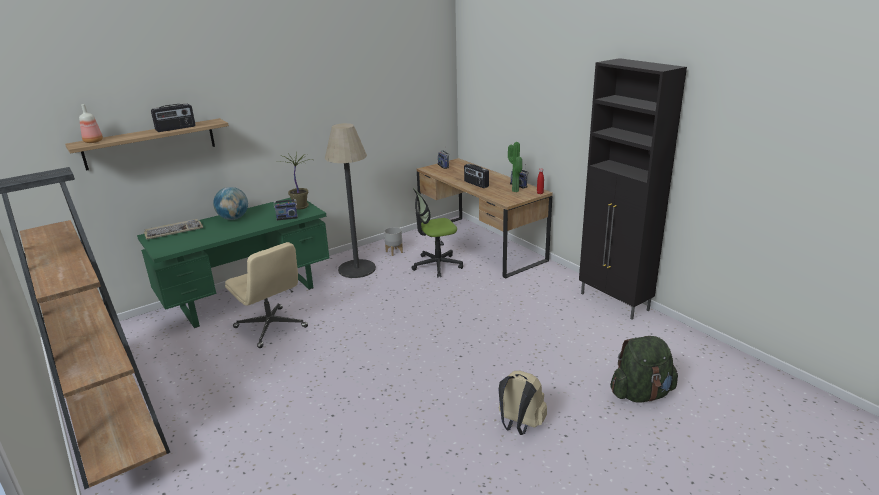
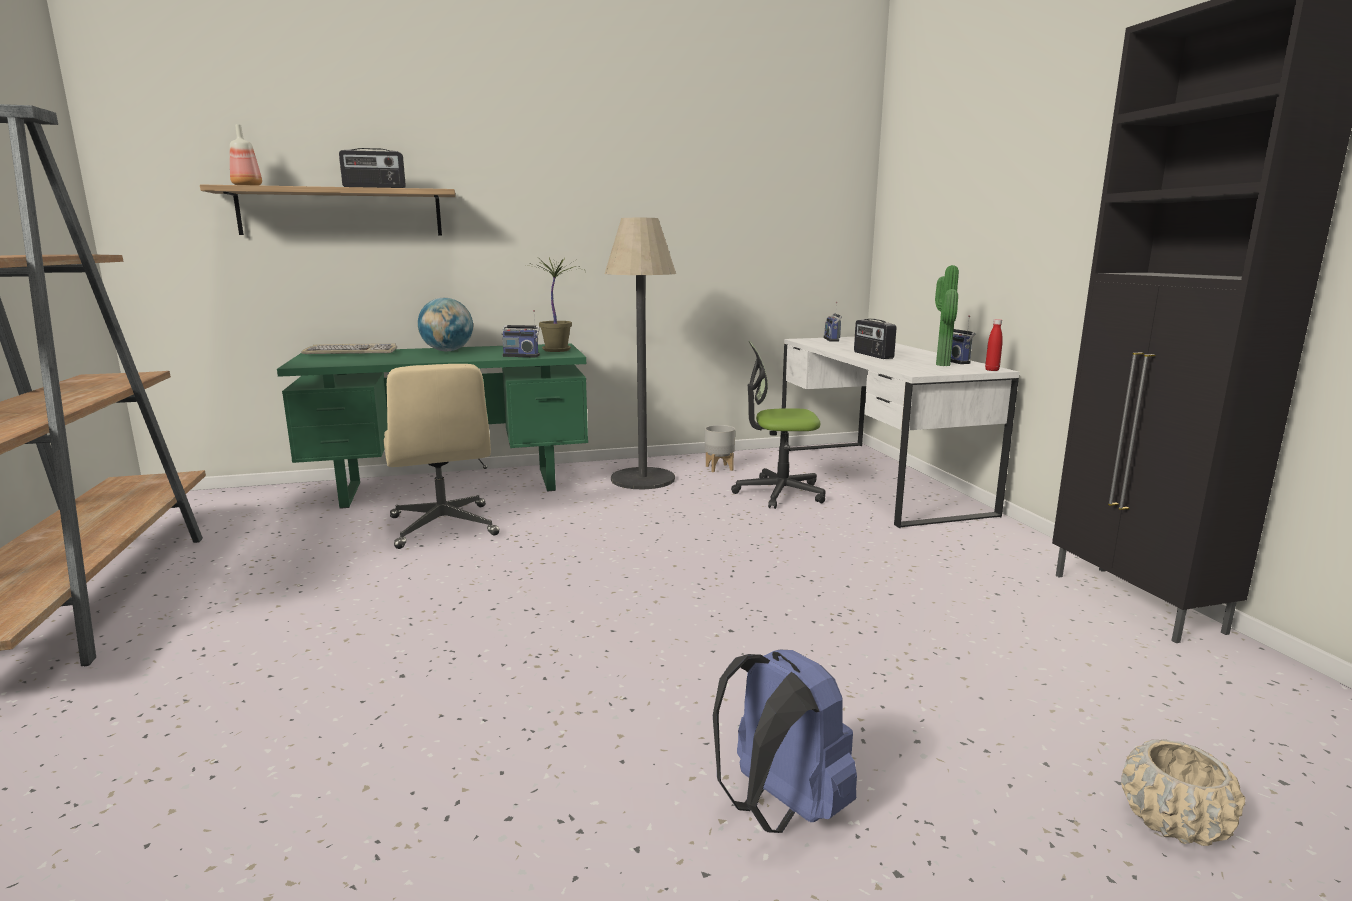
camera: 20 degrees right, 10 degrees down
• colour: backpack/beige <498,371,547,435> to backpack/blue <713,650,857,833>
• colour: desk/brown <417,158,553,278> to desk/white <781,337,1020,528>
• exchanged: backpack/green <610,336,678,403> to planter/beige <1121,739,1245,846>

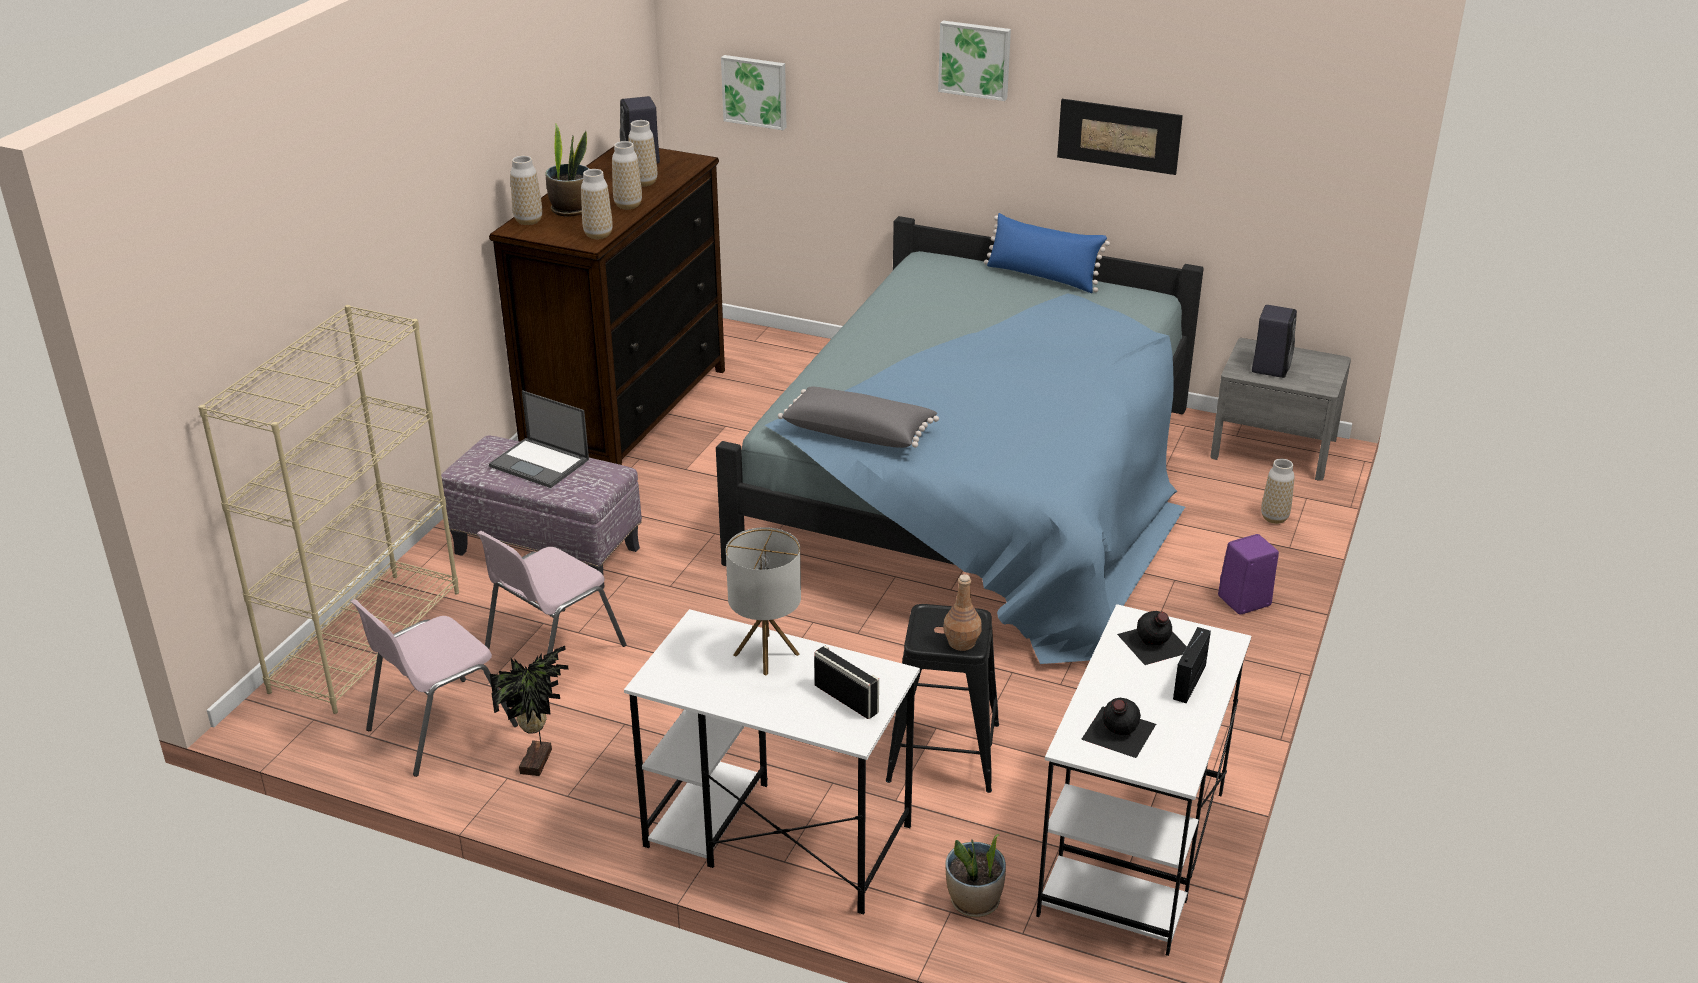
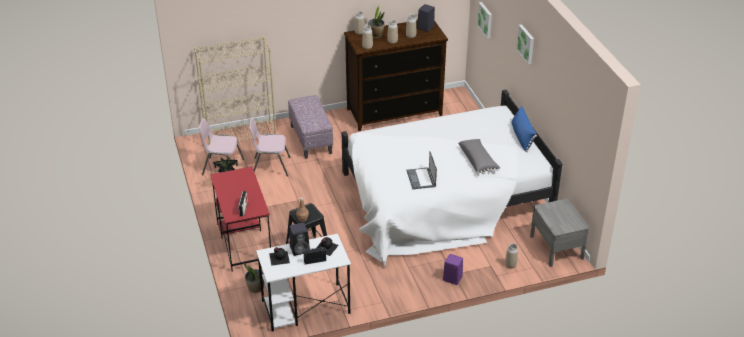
camera: 50 degrees right, 5 degrees up
• colour: desk/white <624,609,920,915> to desk/red <210,167,271,272>
• relocated: speaker/black <1252,305,1297,378> to <289,222,310,256>
• colour: bed/blue <716,216,1204,664> to bed/white <342,90,562,266>
• relocated: laptop <489,390,589,488> to <407,152,437,189>
• relocated: pillow/grey <778,387,939,448> to <458,139,500,174>
• missing: table lamp <726,527,801,676>
• missing: picture <1057,99,1183,175>

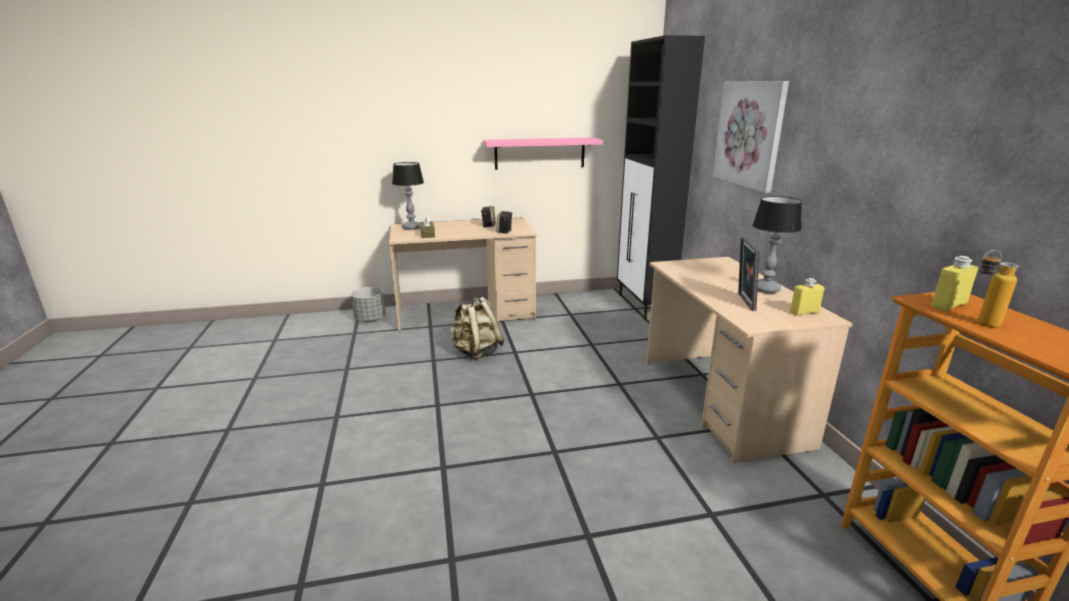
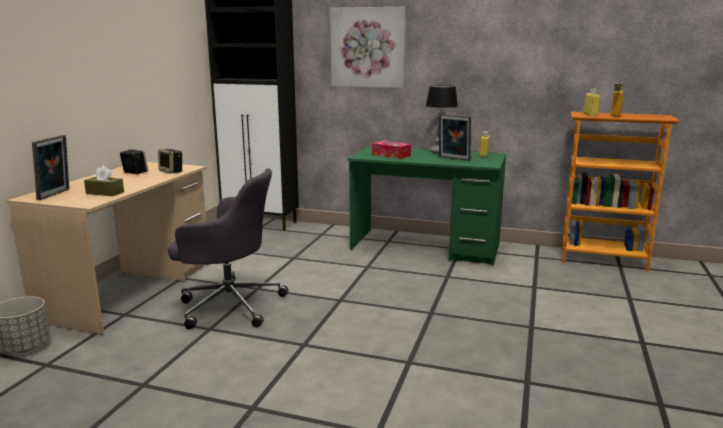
camera: 60 degrees left, 5 degrees down
• exchanged: table lamp <392,162,424,230> to picture frame <32,135,69,200>
• exchanged: backpack/beige <450,297,504,360> to office chair/grey <168,168,288,329>
• colour: desk/beige <646,257,853,463> to desk/green <348,146,506,266>
• appeared: tissue box <372,141,411,159>
• missing: shelf/pink <483,137,603,170>

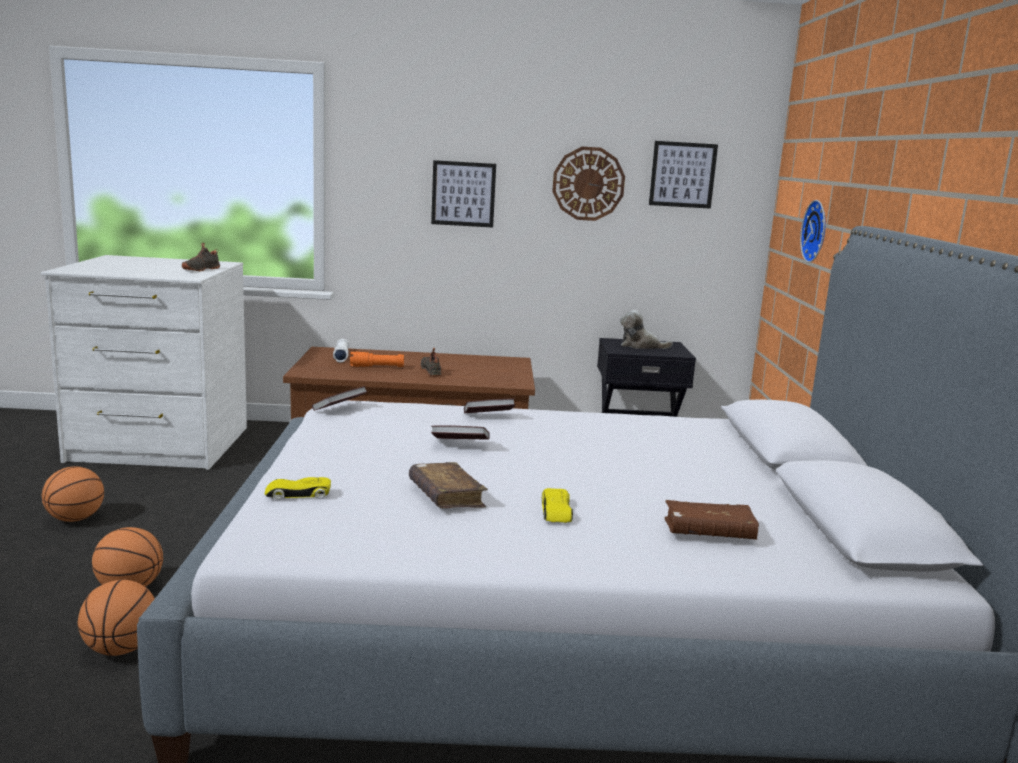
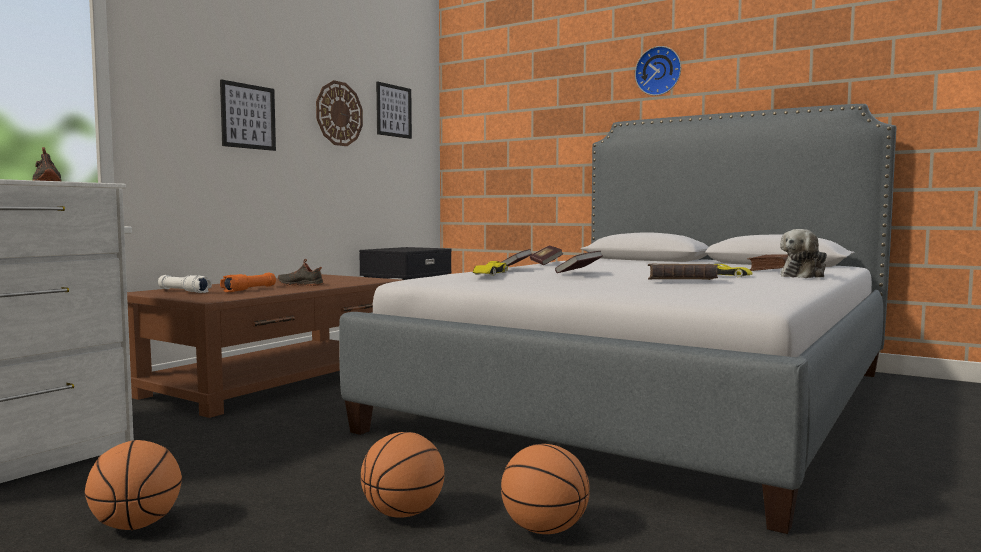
camera: 55 degrees left, 10 degrees down
• relocated: toy car/yellow <265,477,331,500> to <473,261,508,275>
• relocated: book <312,386,367,411> to <530,246,564,265>
• relocated: wall clock <800,200,826,263> to <635,46,681,96>
• relocated: plush toy <620,310,673,349> to <780,229,827,278>

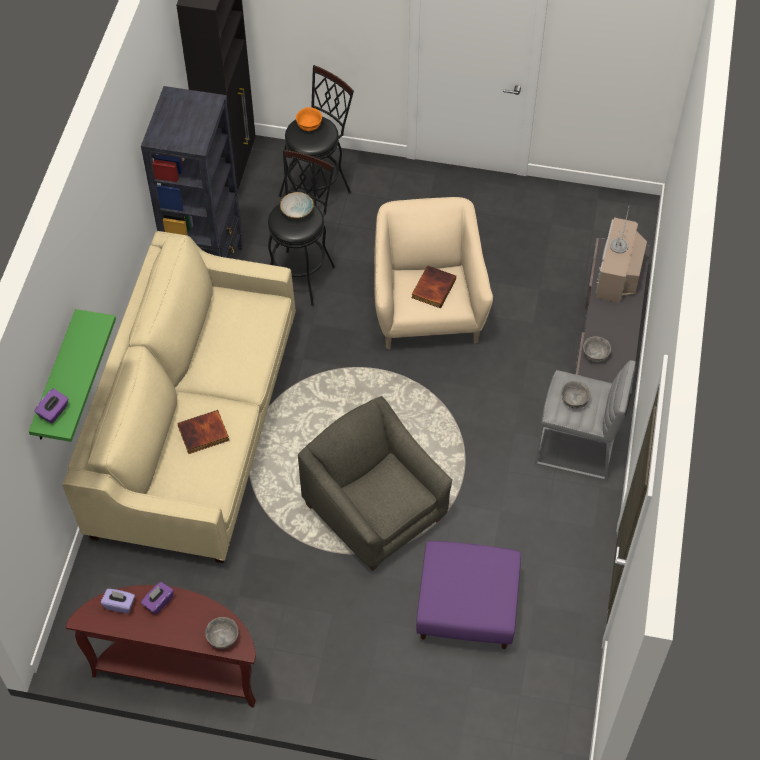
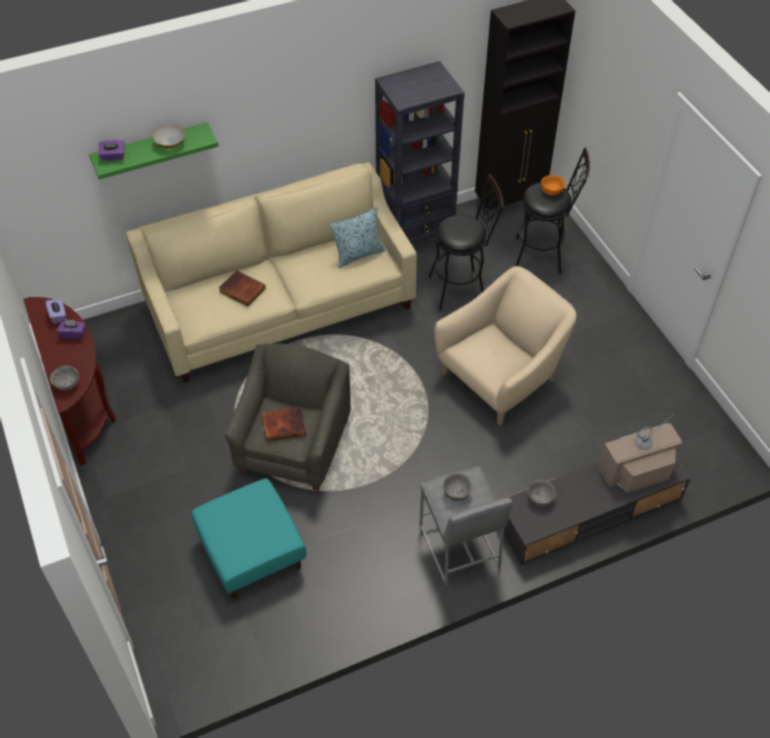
camera: 55 degrees right, 5 degrees down
• relocated: bowl <280,192,313,219> to <152,125,185,148>
• colour: ottoman/purple <416,541,521,649> to ottoman/turquoise <191,478,306,599>
• relocated: book <411,265,456,308> to <263,407,306,442>
• appeared: pillow <330,207,385,268>

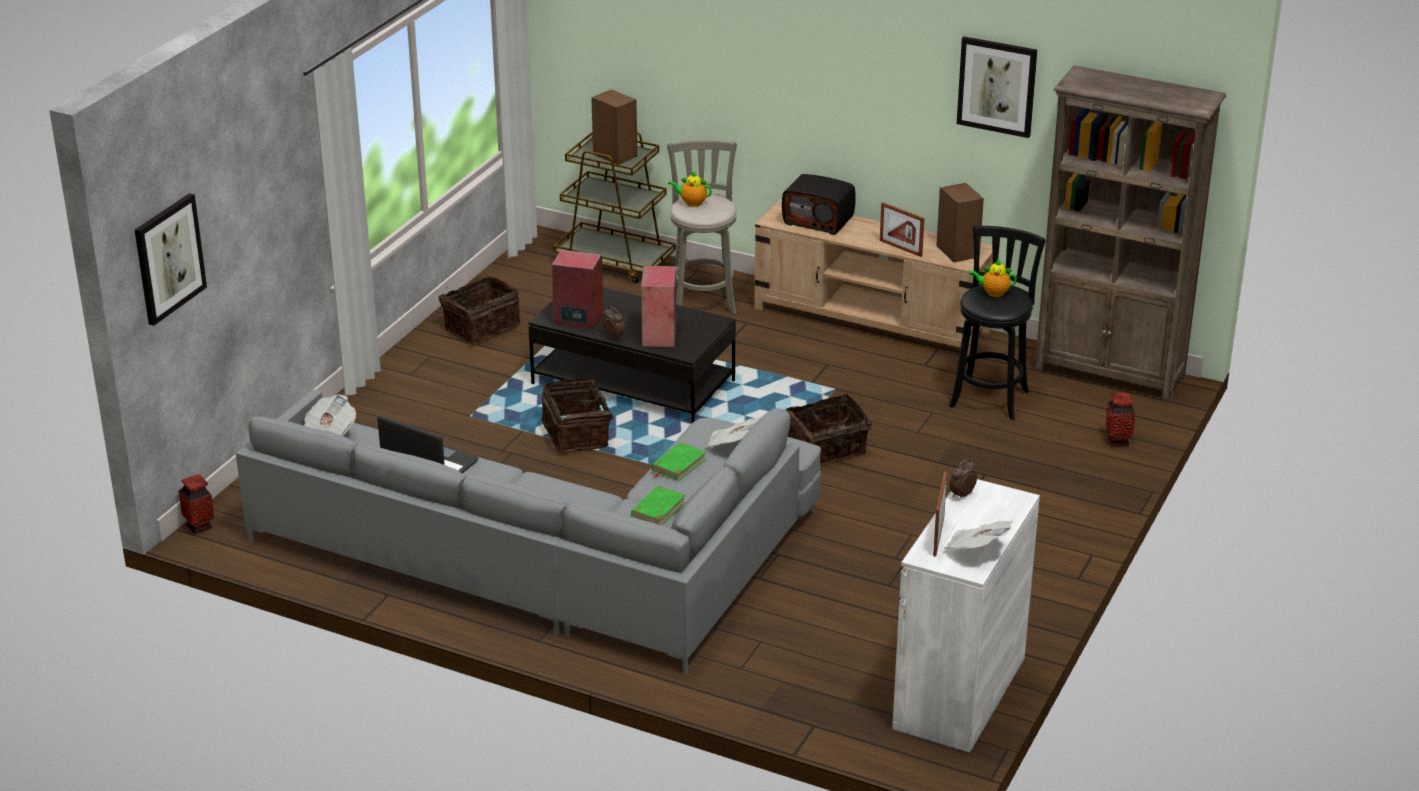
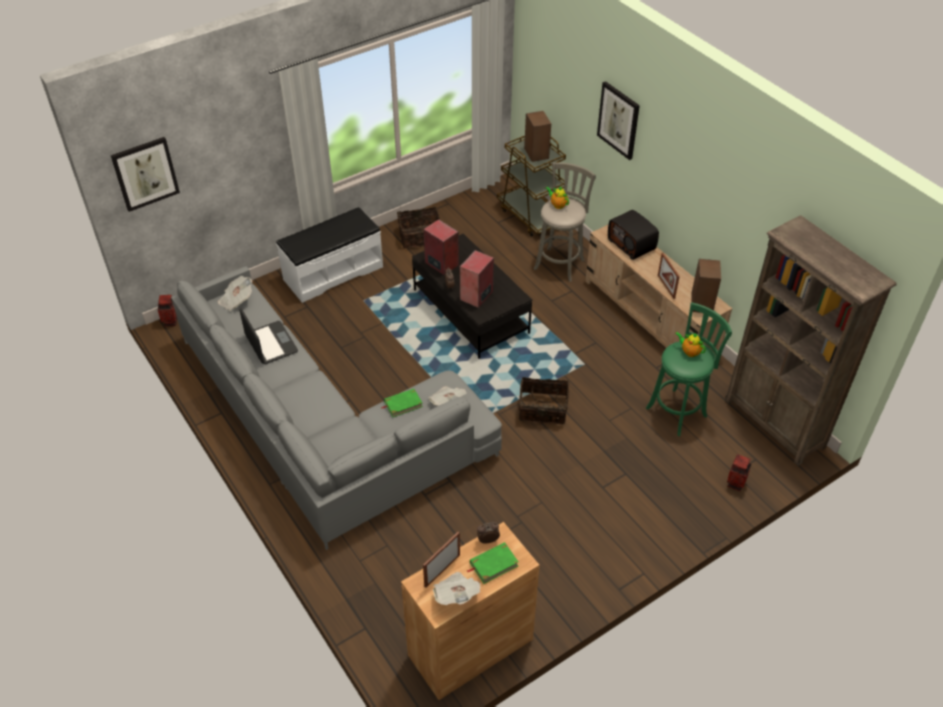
camera: 30 degrees right, 15 degrees up
• appeared: bench/white <276,207,383,303>
• colour: cabinet/white <892,479,1040,753> to cabinet/brown <401,522,540,700>
• relocated: book/green <631,486,686,525> to <467,542,518,584>
• relocated: picture <957,36,1037,138> to <597,81,640,160>
• colour: stool/black <949,225,1046,420> to stool/green <646,302,732,436>
• missing: basket <541,378,613,452>

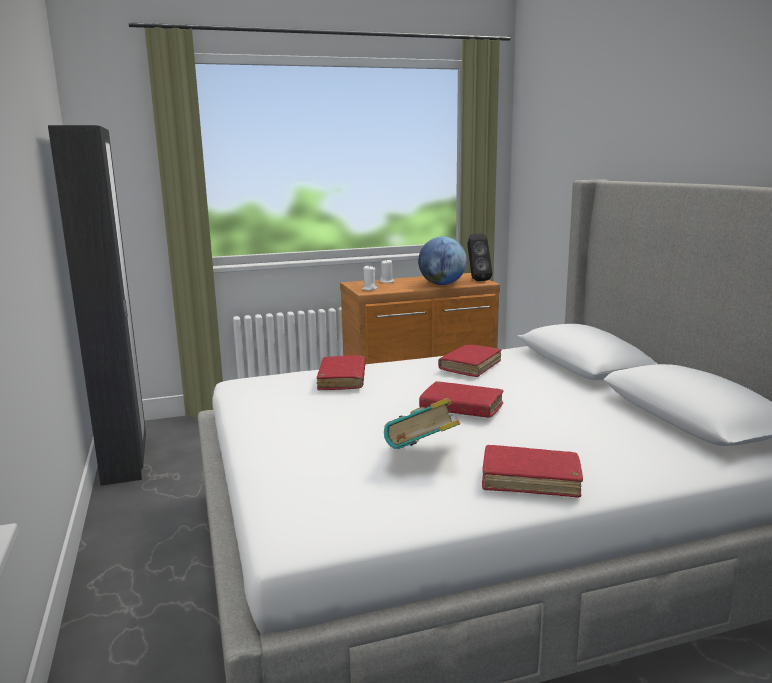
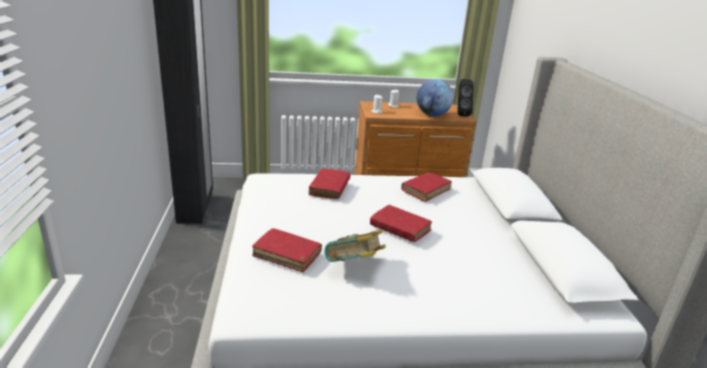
camera: 10 degrees right, 10 degrees up
• relocated: book/red <482,445,583,498> to <252,228,322,272>

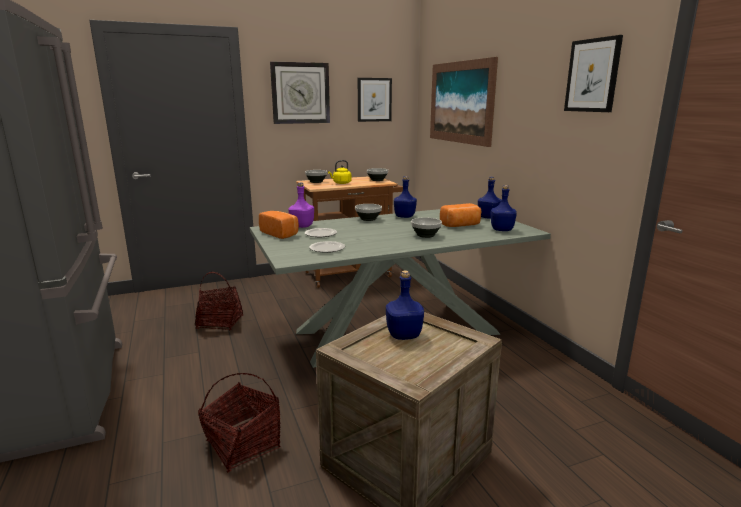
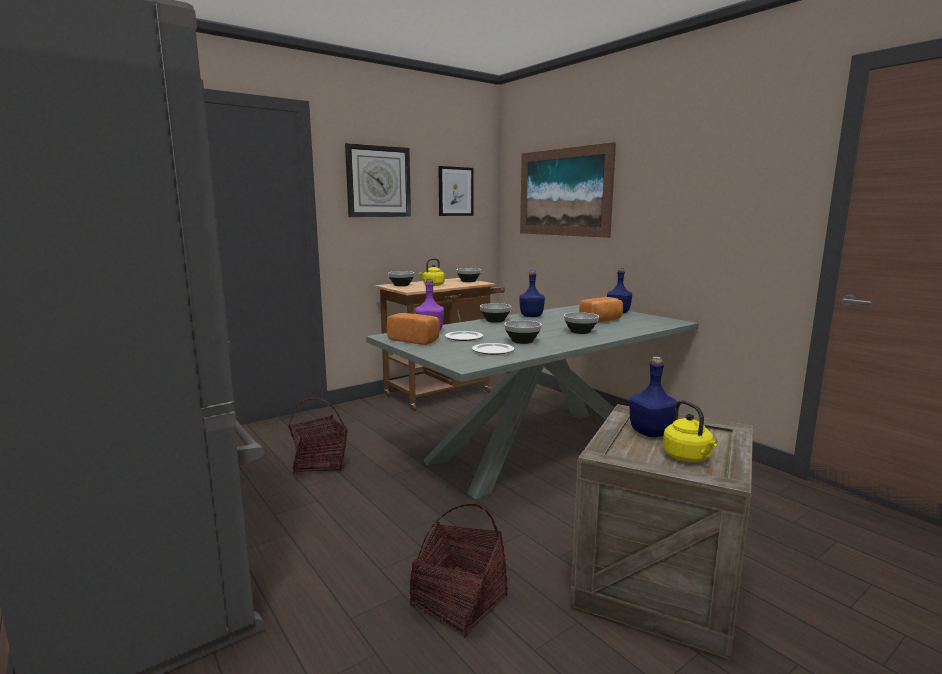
camera: 15 degrees left, 5 degrees down
• appeared: bowl <504,320,542,344>
• appeared: kettle/yellow <663,400,717,462>
• missing: bottle/blue <491,185,517,231>
• missing: picture <564,35,623,112>

